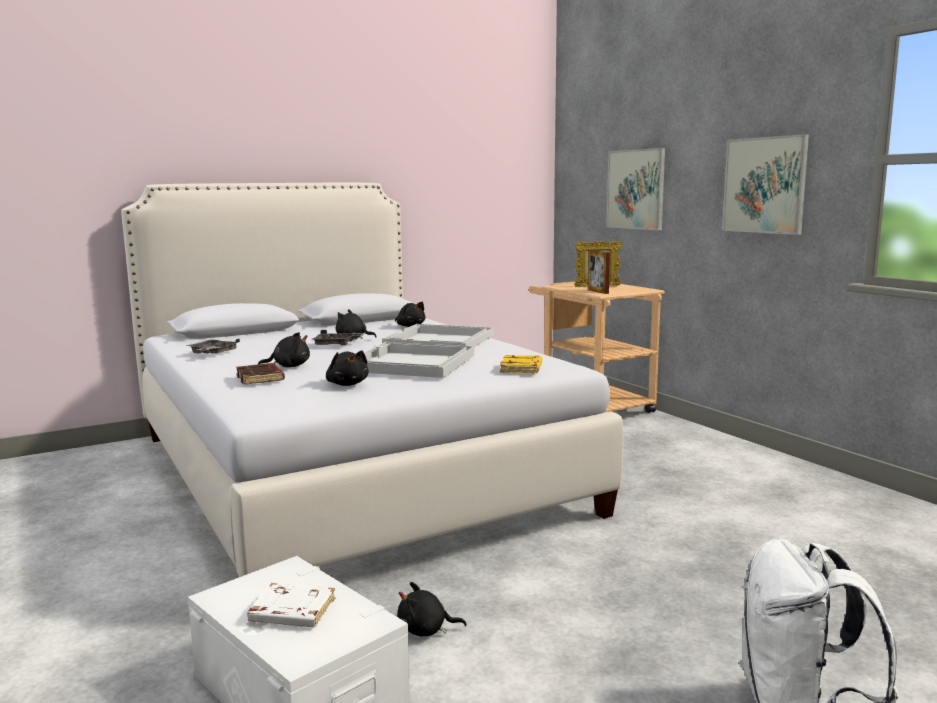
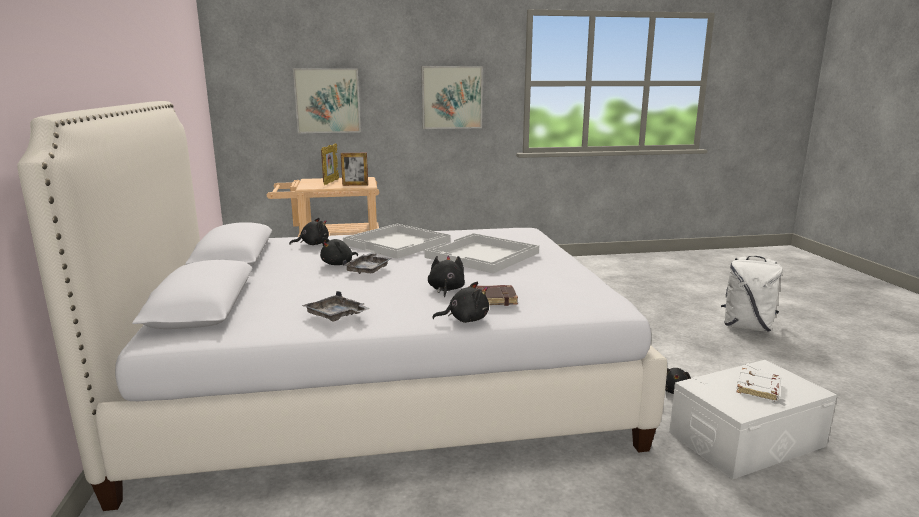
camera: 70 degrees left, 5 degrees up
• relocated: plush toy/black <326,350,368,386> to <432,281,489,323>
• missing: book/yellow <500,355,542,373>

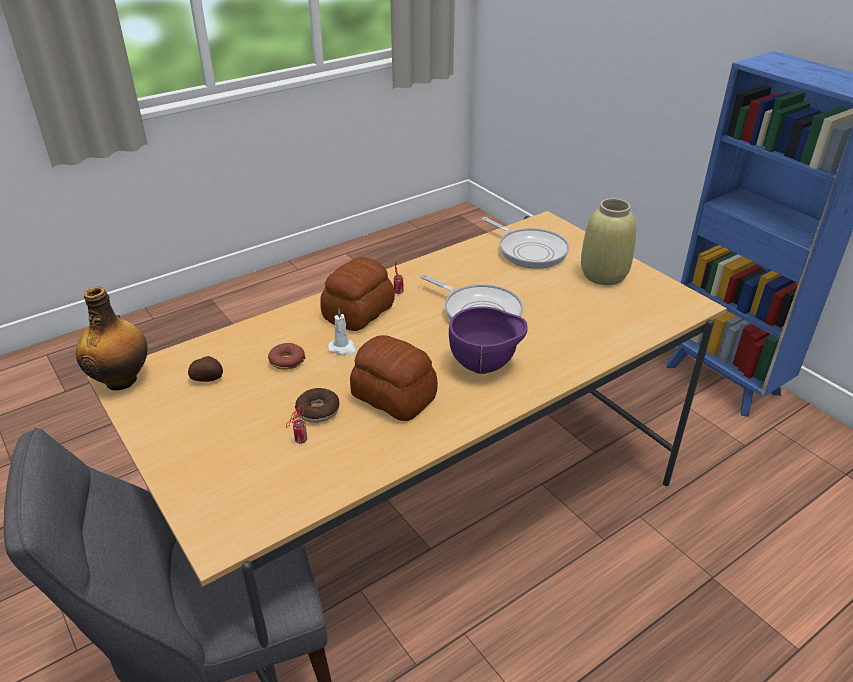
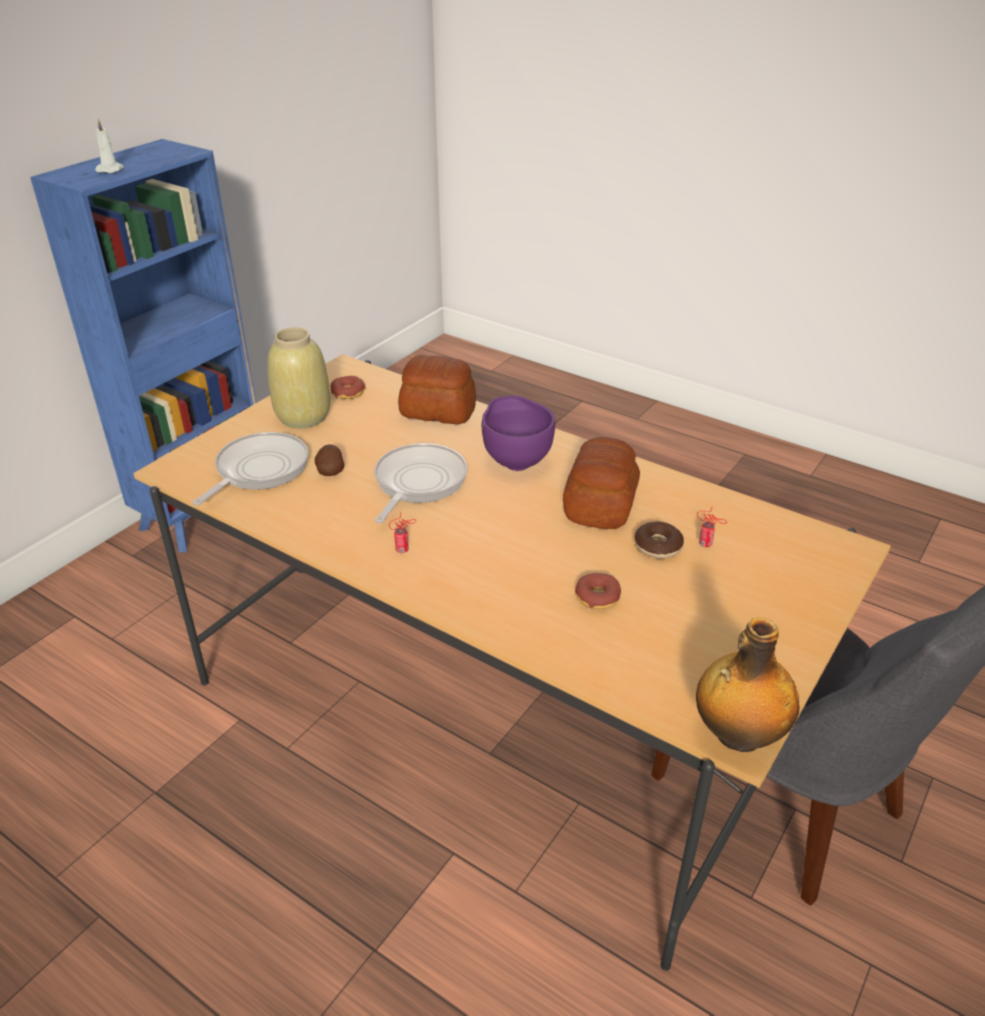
camera: 110 degrees left, 0 degrees up
• relocated: candle/white <328,308,357,355> to <95,119,124,173>
• relocated: potato <188,356,223,382> to <315,445,344,476>
• appeared: donut <331,376,366,399>
• relocated: bread <320,257,395,331> to <398,355,476,424>

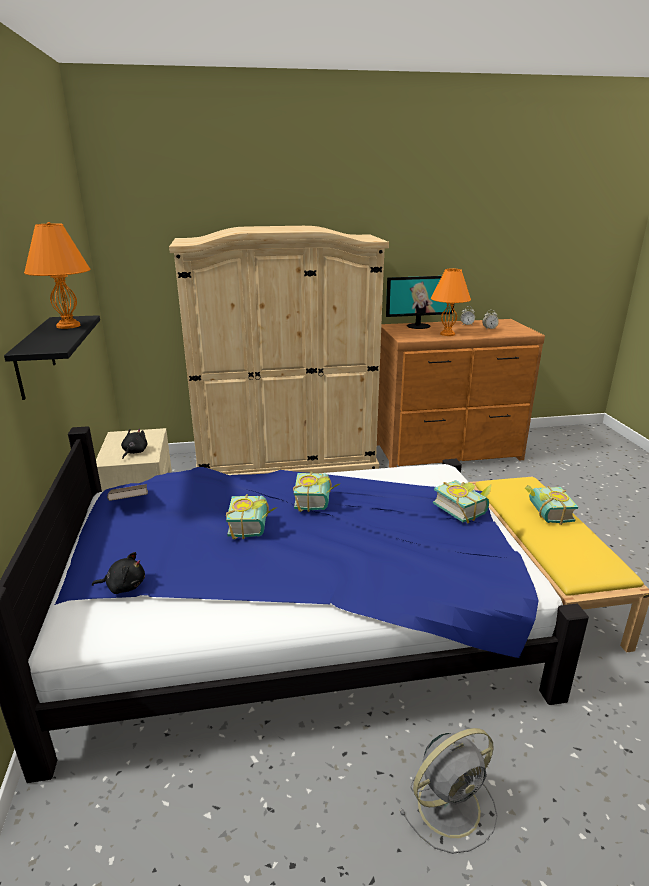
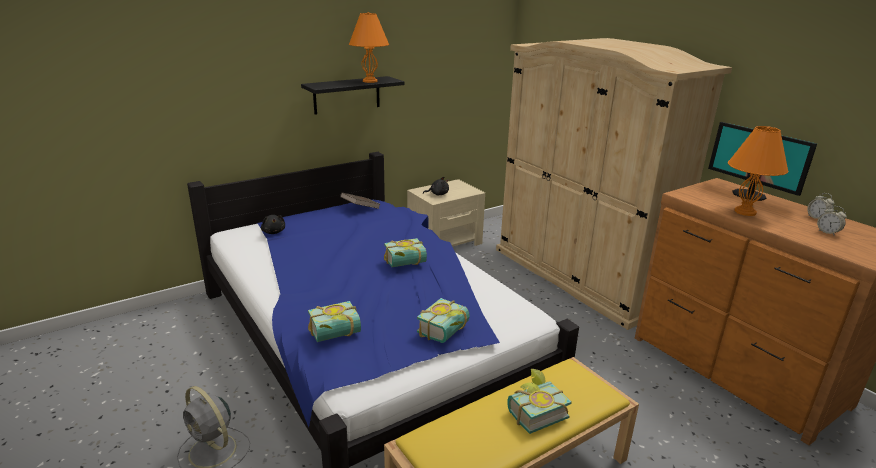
camera: 65 degrees right, 0 degrees up
• relocated: book <226,494,276,539> to <308,301,361,342>

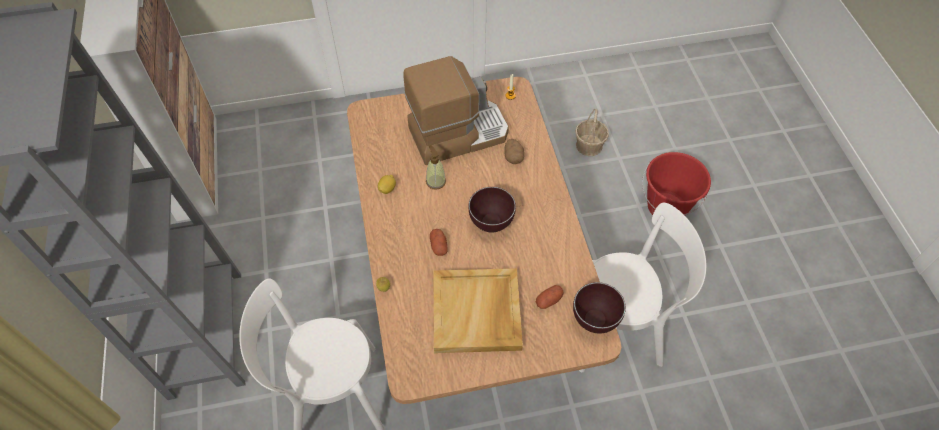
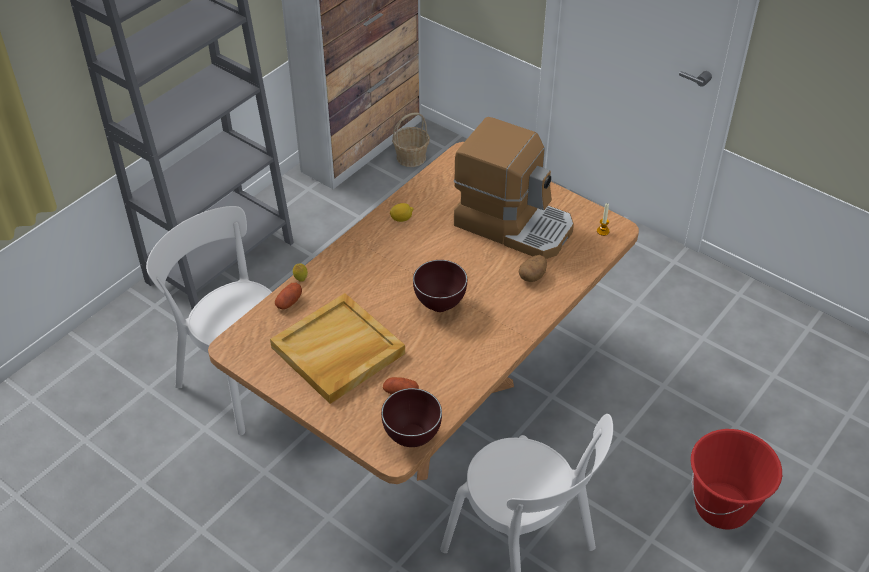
camera: 50 degrees right, 10 degrees down
• relocated: potato <430,229,448,256> to <275,283,302,309>
• relocated: basket <575,109,609,156> to <392,113,430,167>
• missing: soap dispenser <426,145,446,190>

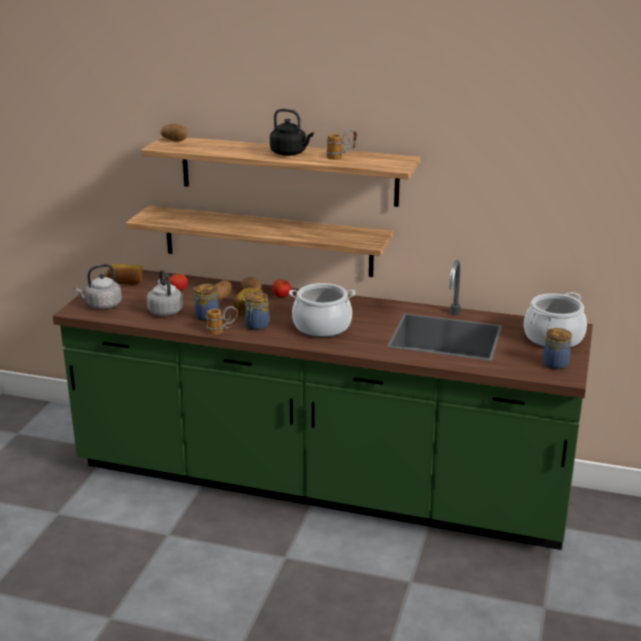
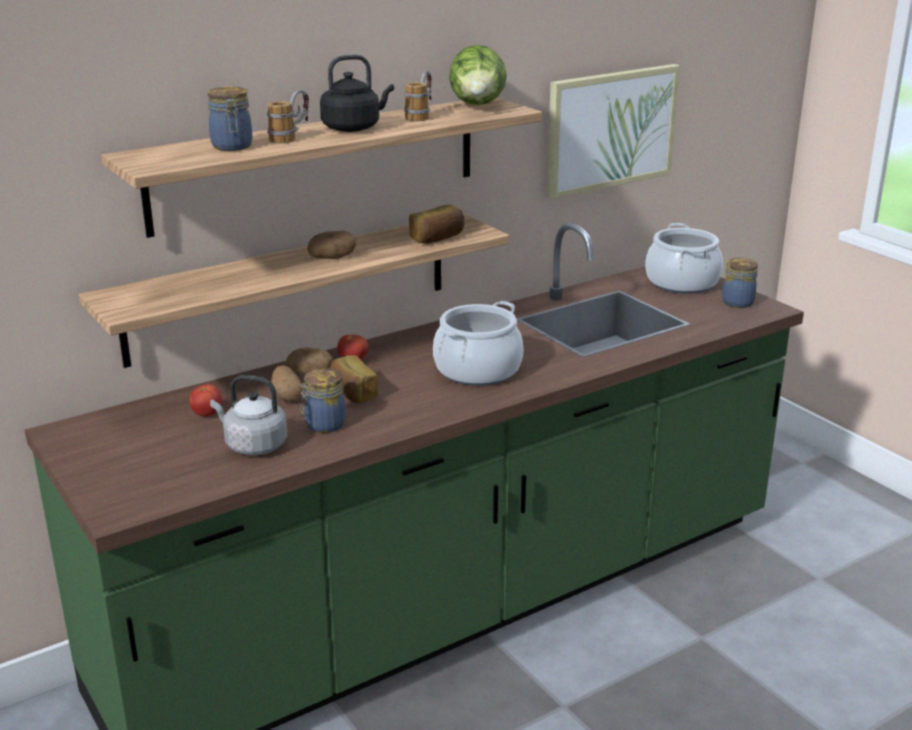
camera: 50 degrees left, 0 degrees up
• relocated: jar <245,292,270,330> to <207,86,252,151>
• relocated: mug <206,306,238,335> to <267,89,309,143>
• relocated: potato <160,124,187,142> to <307,231,356,259>
• relocated: bread <107,263,143,285> to <409,205,465,244>
• appeared: lettuce <449,45,507,105>
• appeared: picture <546,64,680,199>
• missing: kettle/grey <74,264,122,309>

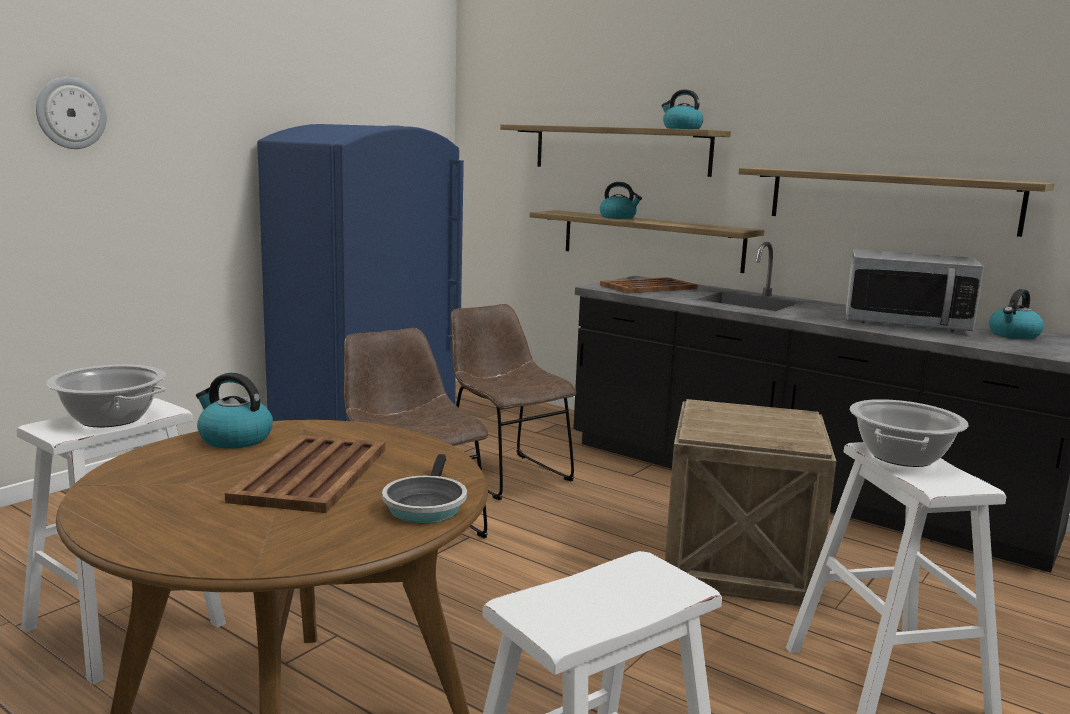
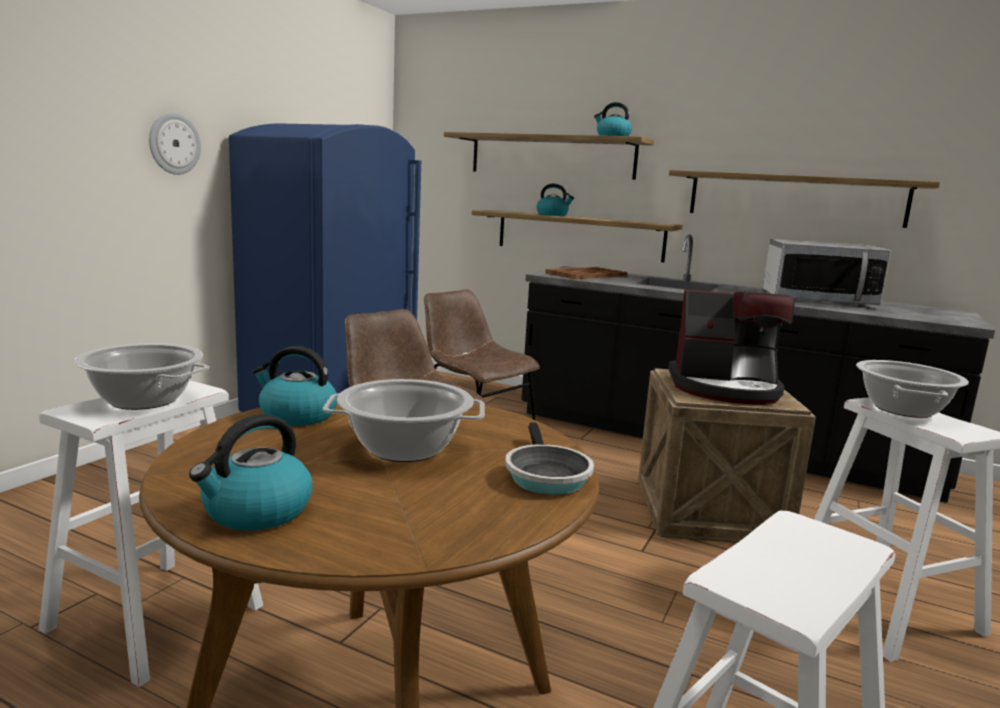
camera: 10 degrees left, 0 degrees up
• relocated: wall clock <36,77,107,149> to <149,112,201,175>
• relocated: kettle <989,289,1044,339> to <189,414,312,531>
• exchanged: tray/brown <225,435,385,513> to cooking pot <323,379,484,462>
• appeared: coffee machine <668,290,795,405>

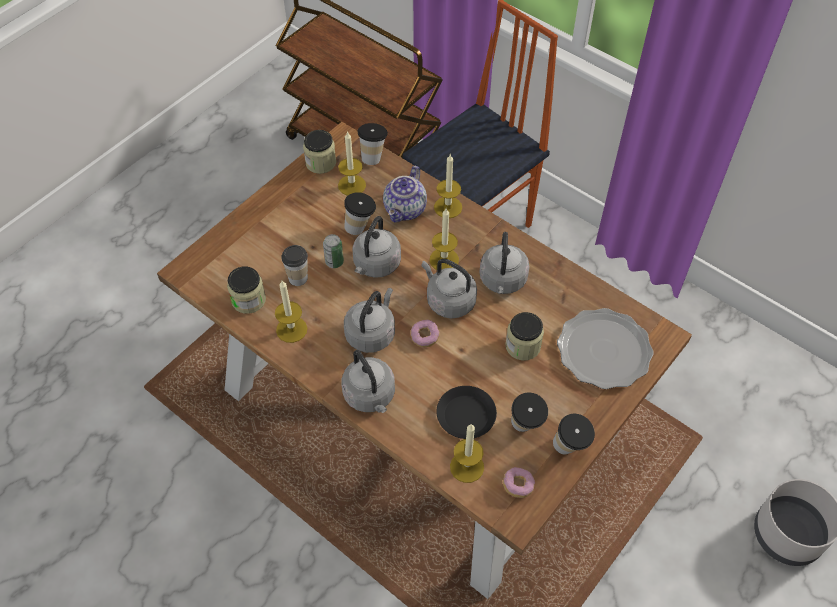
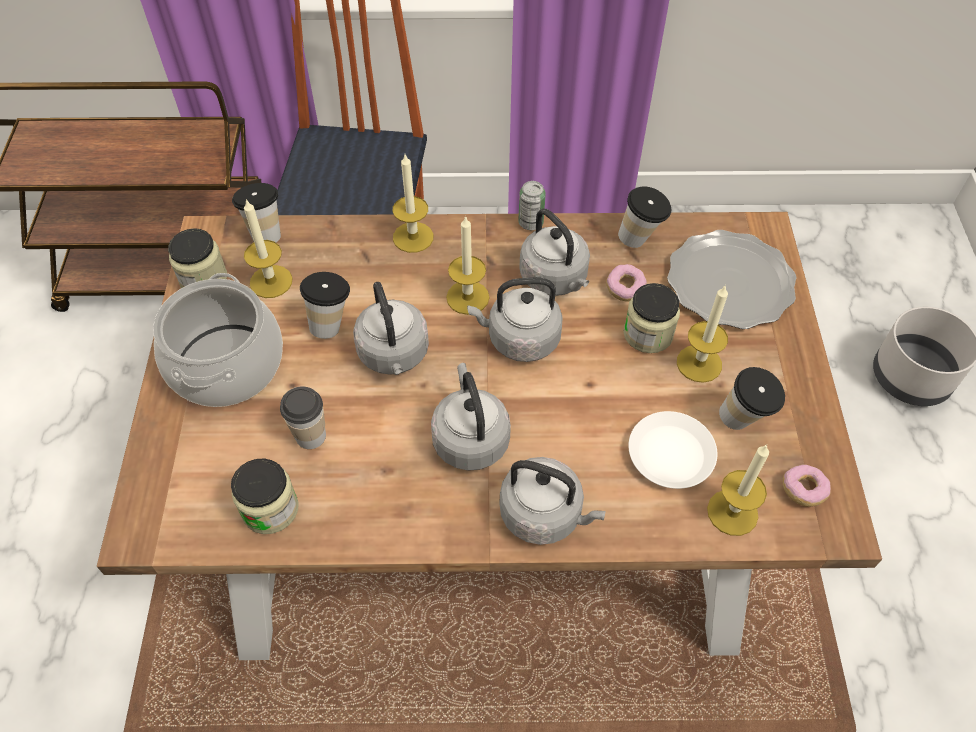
camera: 40 degrees left, 0 degrees up
• appeared: cooking pot <153,273,283,407>
• relocated: can <323,234,344,268> to <518,181,546,230>
• relocated: donut <410,320,440,347> to <606,264,647,301>
• relocated: cup <553,414,595,454> to <618,187,671,248>
• colour: plate/black <436,386,497,439> to plate/white <628,411,717,489>
• relocated: candle <275,281,307,343> to <677,285,728,383>
• missing: teapot <383,166,427,222>

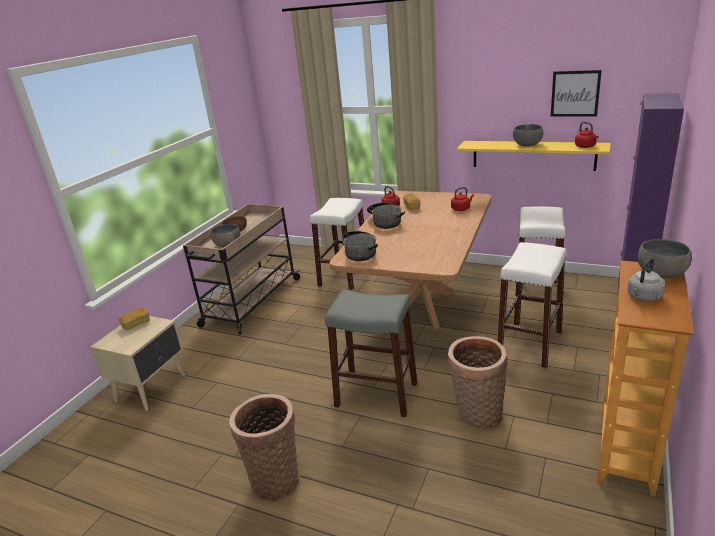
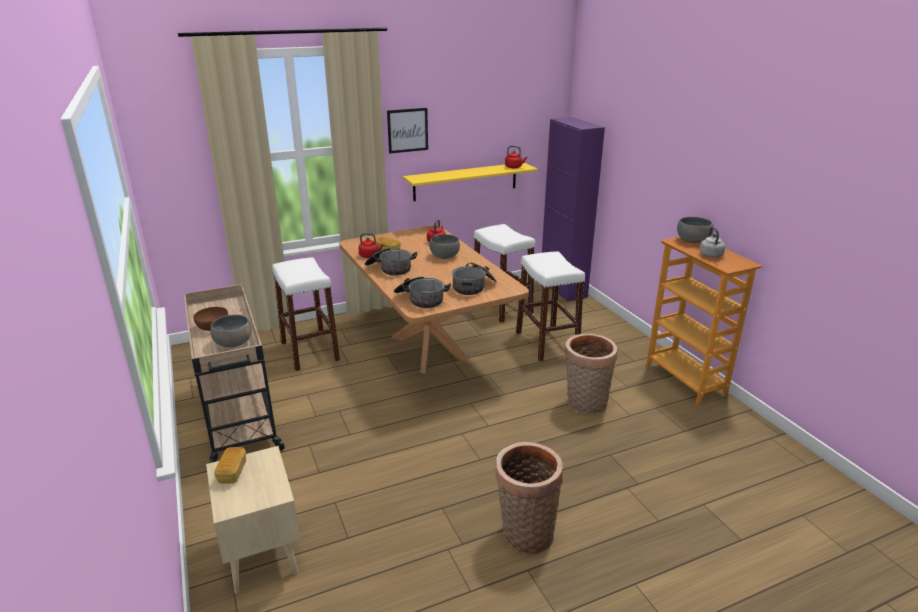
camera: 50 degrees left, 0 degrees up
• relocated: picture <551,70,602,117> to <387,108,428,154>
• relocated: bowl/grey <513,124,543,147> to <429,234,460,259>
• appeared: cooking pot <452,262,497,295>
• missing: stool/grey <325,290,417,417>

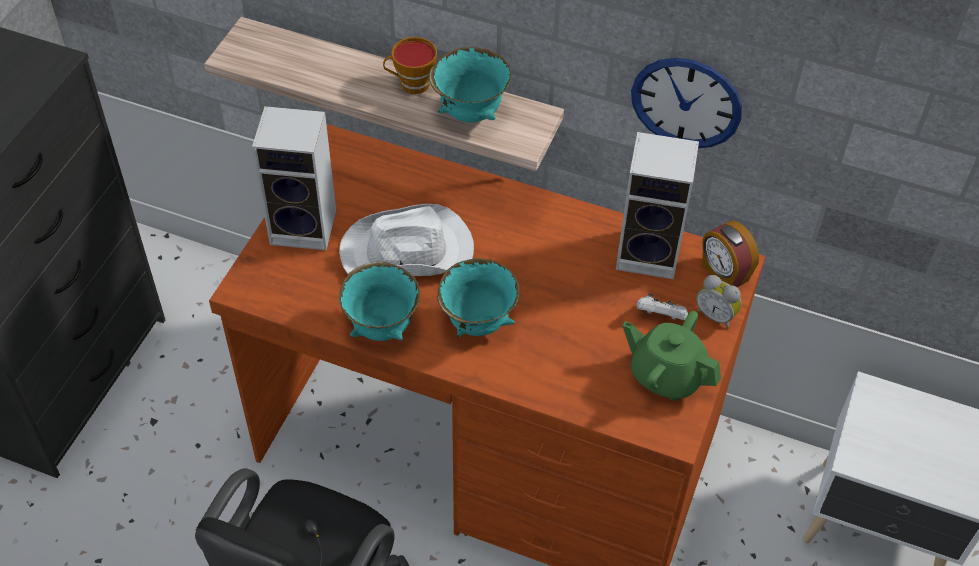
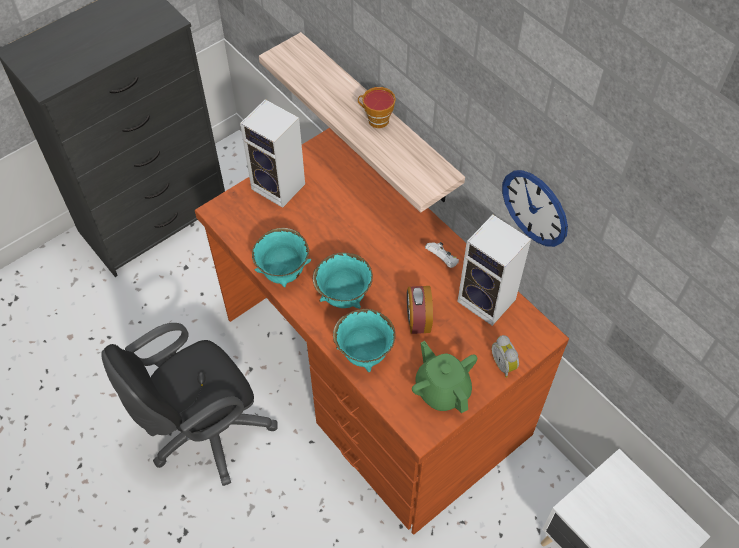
camera: 30 degrees right, 5 degrees up
• relocated: bowl/turquoise <429,47,512,122> to <333,309,396,372>
• relocated: alarm clock <702,220,759,287> to <407,286,433,334>
• relocated: game controller/white <637,294,688,320> to <425,242,459,268>
• missing: hat/white <340,204,474,276>

